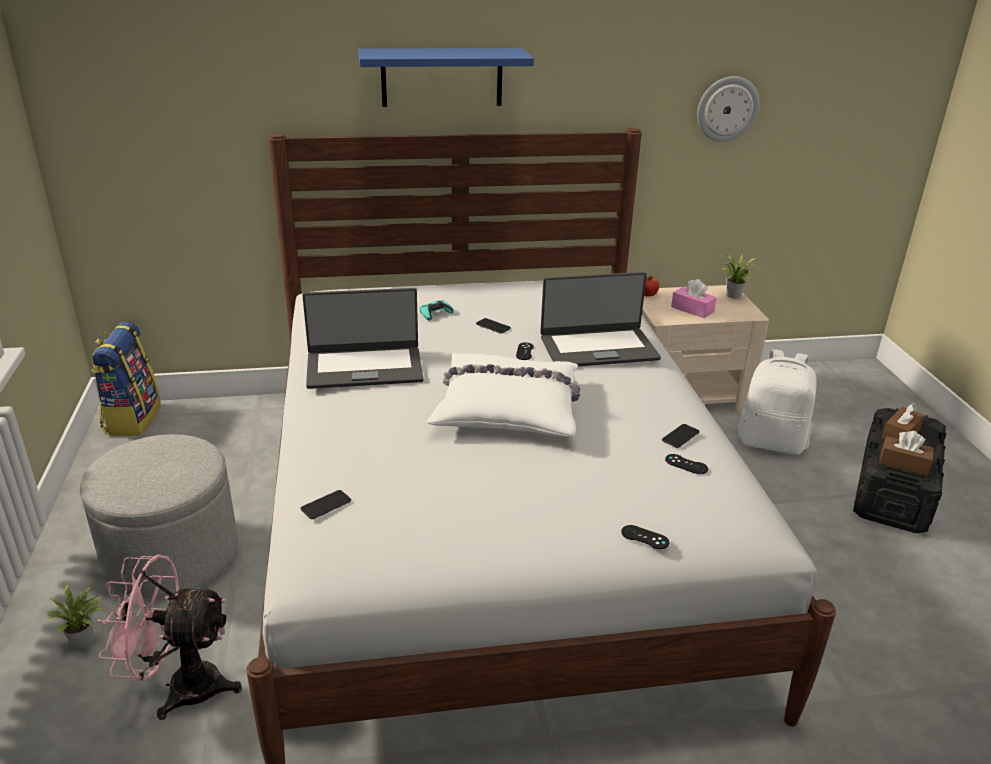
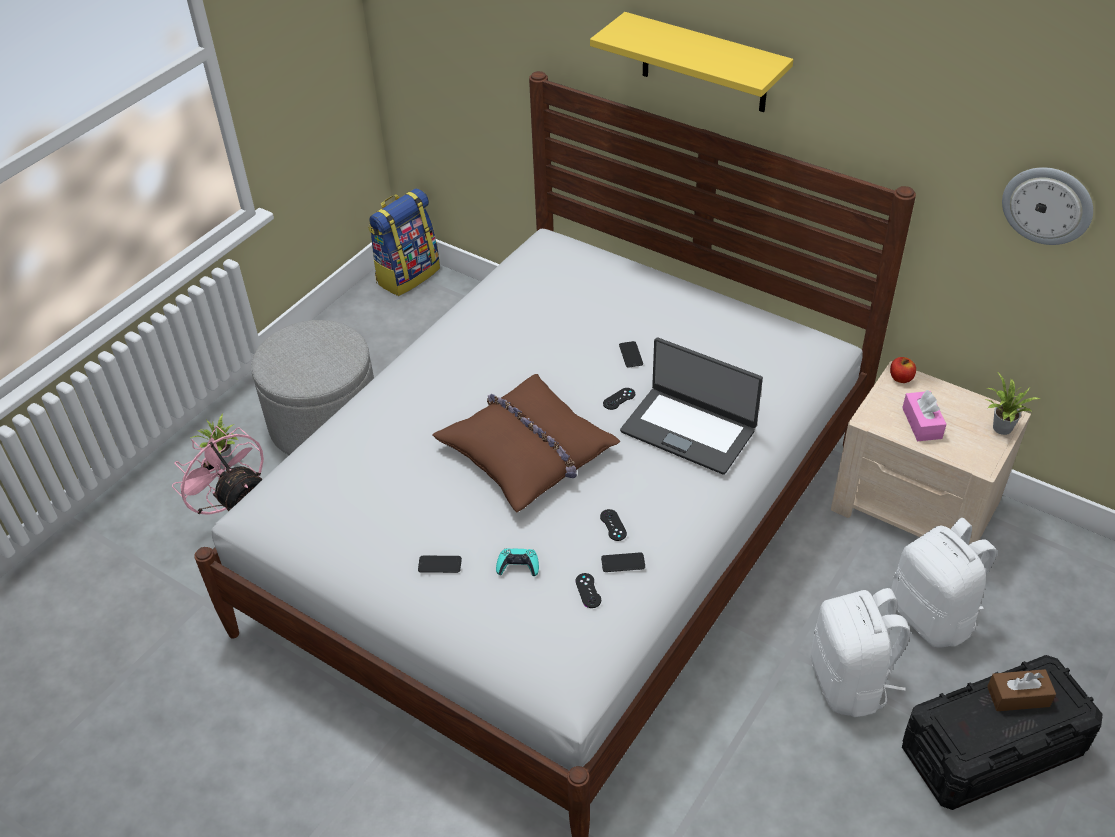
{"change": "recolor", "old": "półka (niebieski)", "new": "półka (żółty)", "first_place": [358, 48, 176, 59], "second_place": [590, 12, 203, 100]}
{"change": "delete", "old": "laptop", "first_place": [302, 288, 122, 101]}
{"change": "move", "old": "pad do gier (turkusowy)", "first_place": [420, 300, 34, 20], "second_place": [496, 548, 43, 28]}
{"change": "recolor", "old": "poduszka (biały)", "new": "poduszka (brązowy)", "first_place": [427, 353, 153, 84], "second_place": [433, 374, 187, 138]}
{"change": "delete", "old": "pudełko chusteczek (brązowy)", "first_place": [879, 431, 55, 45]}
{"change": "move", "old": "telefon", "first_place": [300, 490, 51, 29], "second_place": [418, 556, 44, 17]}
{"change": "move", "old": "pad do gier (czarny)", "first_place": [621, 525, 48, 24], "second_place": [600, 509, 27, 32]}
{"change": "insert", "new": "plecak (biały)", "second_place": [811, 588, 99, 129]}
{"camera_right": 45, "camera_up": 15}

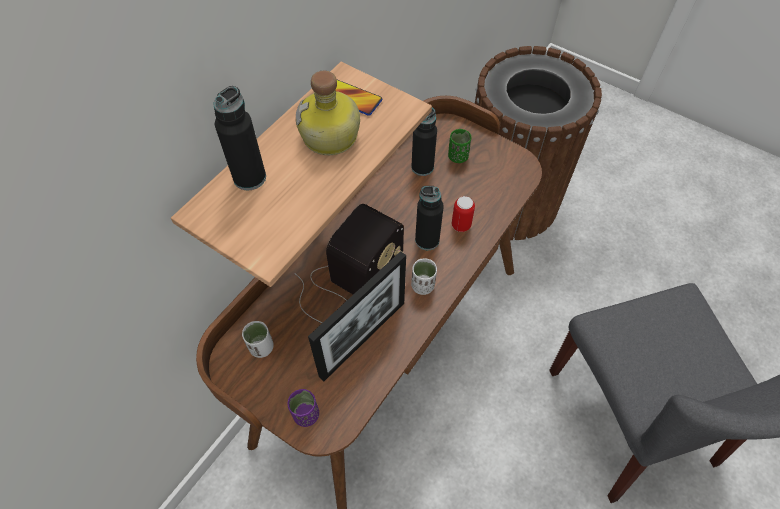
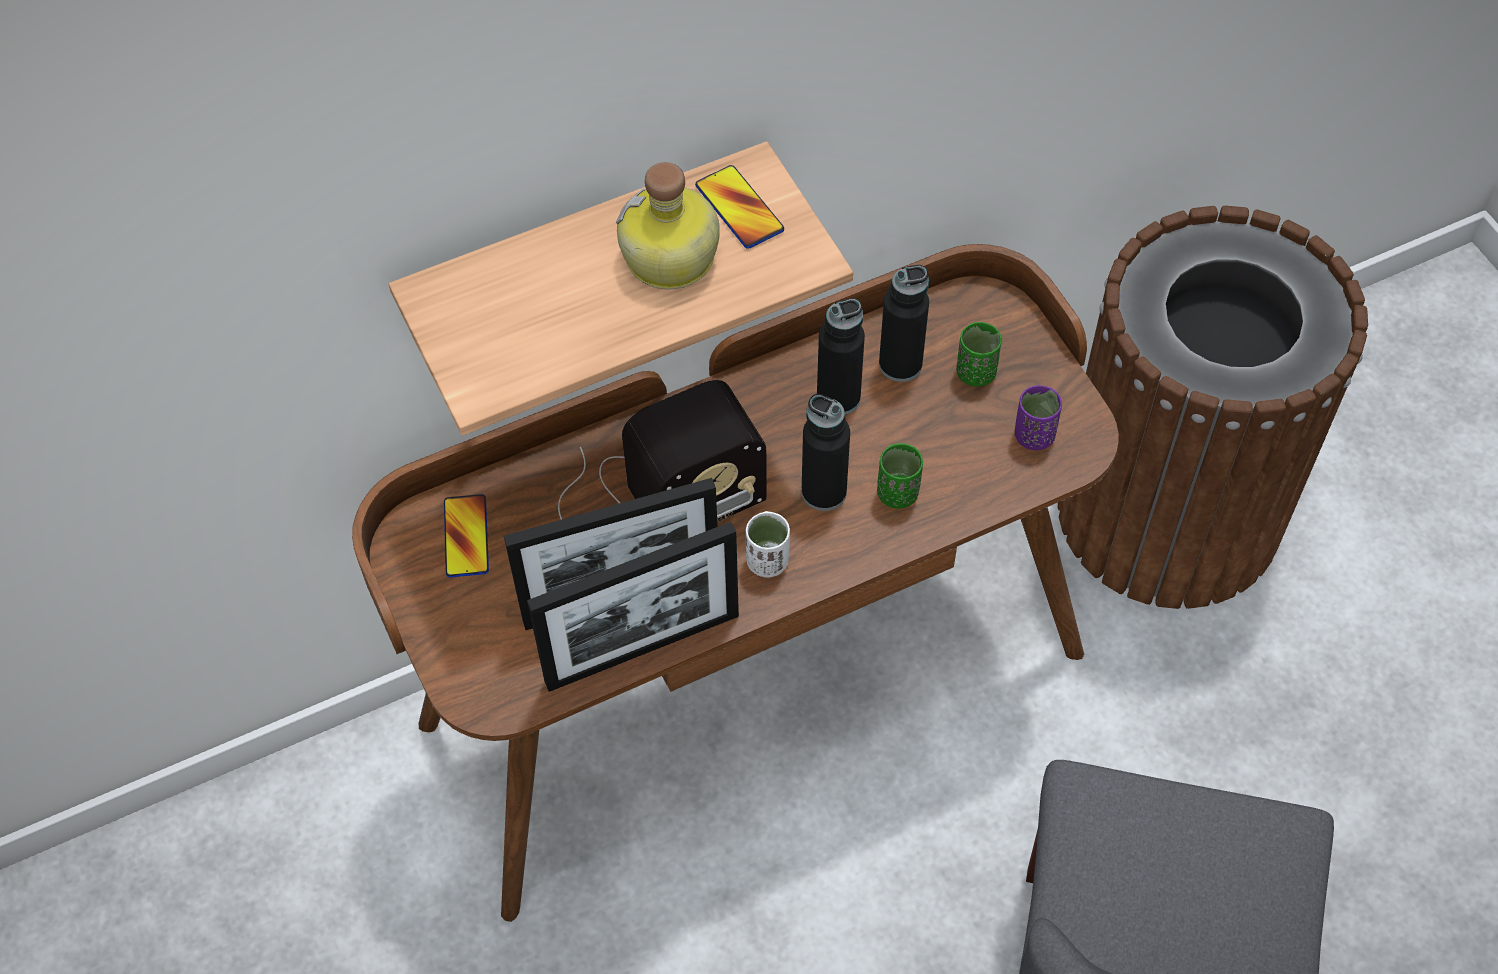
{"change": "move", "old": "butelka (czarny)", "first_place": [213, 86, 53, 104], "second_place": [817, 298, 48, 117]}
{"change": "replace", "old": "puszka", "new": "filiżanka (zielony)", "first_place": [452, 196, 23, 36], "second_place": [877, 443, 46, 66]}
{"change": "replace", "old": "filiżanka (biały)", "new": "telefon", "first_place": [242, 321, 32, 37], "second_place": [444, 494, 45, 83]}
{"change": "move", "old": "filiżanka (fioletowy)", "first_place": [288, 389, 31, 38], "second_place": [1015, 385, 47, 65]}
{"change": "insert", "new": "ramka na zdjęcie", "second_place": [527, 522, 212, 170]}
{"camera_right": 30, "camera_up": 0}

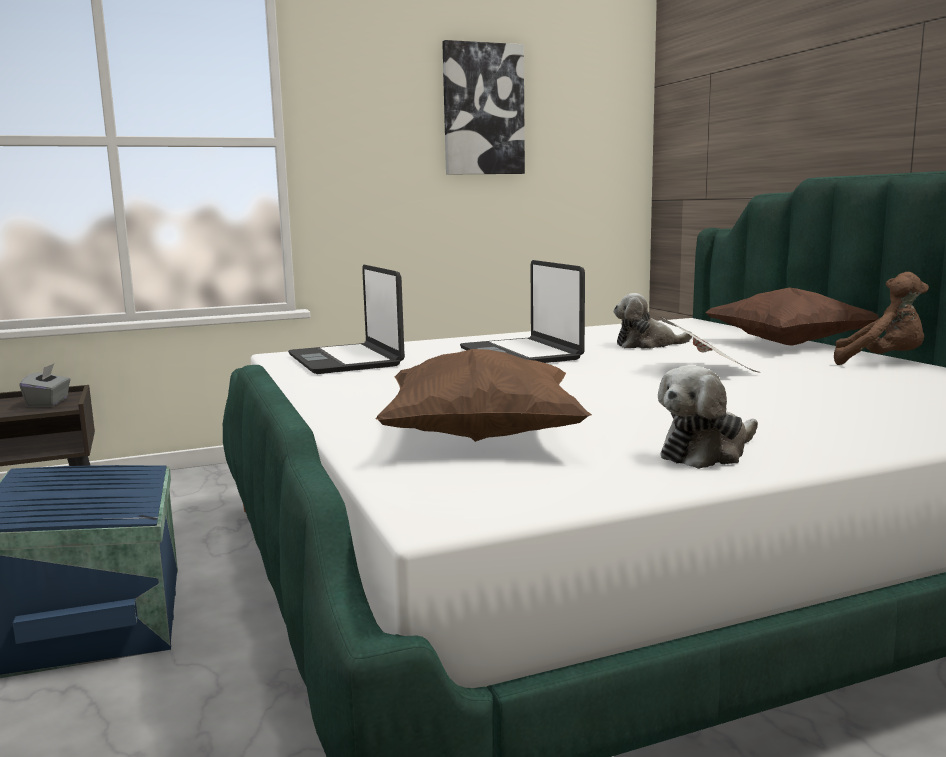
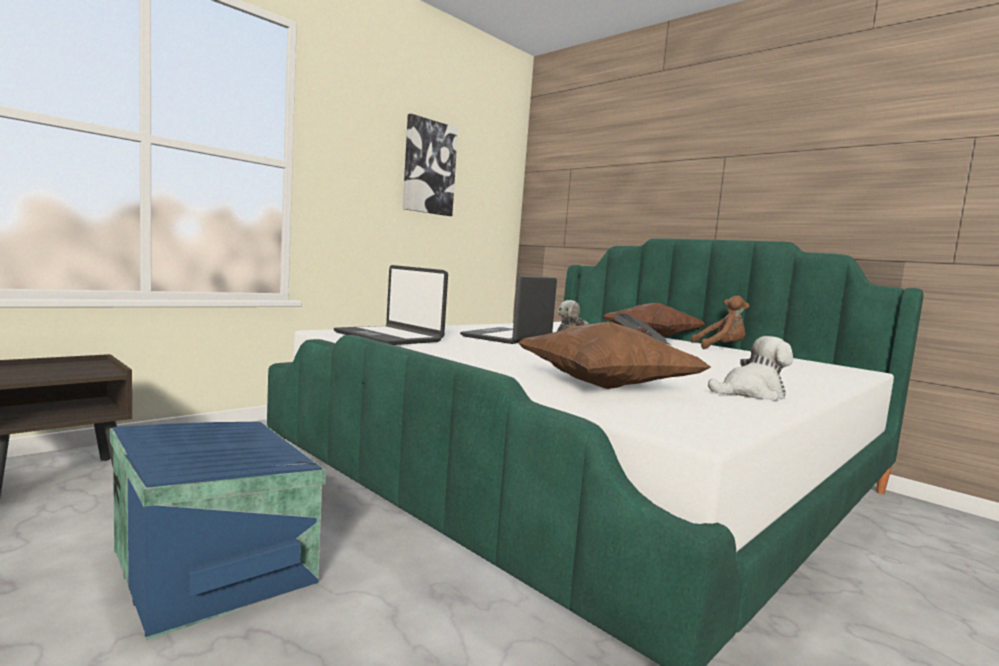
{"change": "rotate", "old": "laptop", "first_place": [460, 260, 125, 103], "second_place": [460, 275, 97, 69], "degrees": 75}
{"change": "delete", "old": "pudełko chusteczek (szary)", "first_place": [20, 364, 51, 44]}
{"change": "rotate", "old": "pluszak", "first_place": [658, 365, 100, 104], "second_place": [708, 336, 85, 65], "degrees": -135}
{"camera_right": -25, "camera_up": -5}

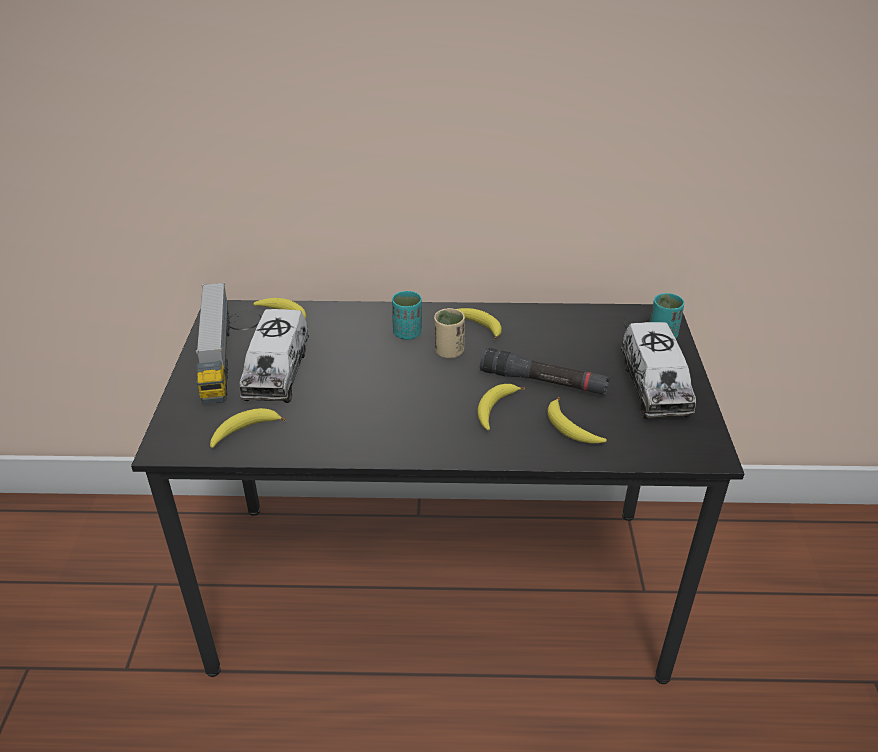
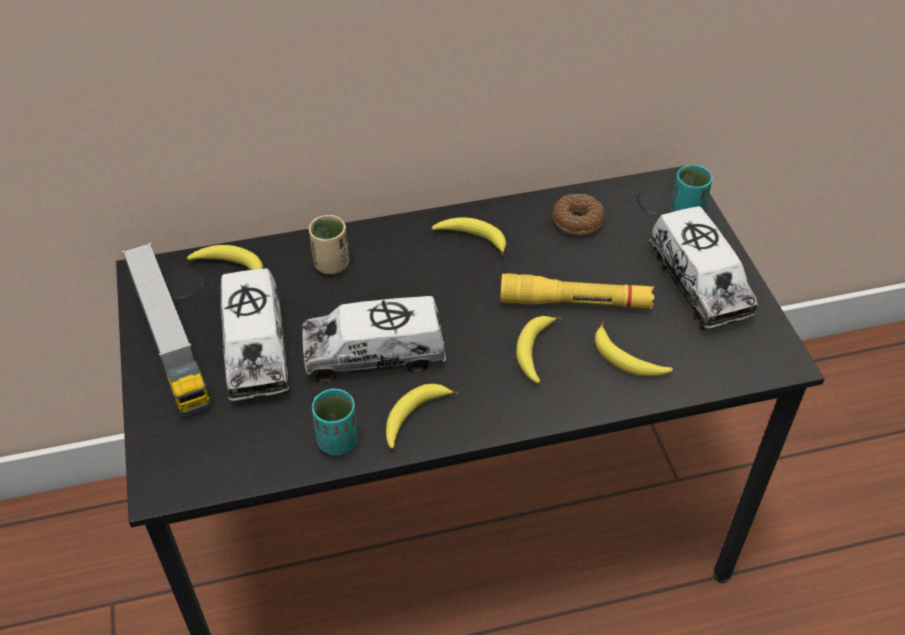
{"change": "move", "old": "filiżanka (turkusowy)", "first_place": [392, 291, 30, 49], "second_place": [312, 389, 46, 66]}
{"change": "move", "old": "filiżanka (beżowy)", "first_place": [434, 308, 31, 51], "second_place": [309, 215, 40, 59]}
{"change": "recolor", "old": "latarka (czarny)", "new": "latarka (żółty)", "first_place": [480, 348, 130, 47], "second_place": [500, 273, 154, 35]}
{"change": "move", "old": "banan", "first_place": [210, 408, 76, 40], "second_place": [386, 384, 71, 65]}
{"change": "insert", "new": "donut", "second_place": [551, 194, 55, 41]}
{"change": "insert", "new": "ciężarówka zabawkowa", "second_place": [302, 296, 144, 87]}
{"camera_right": -15, "camera_up": 10}

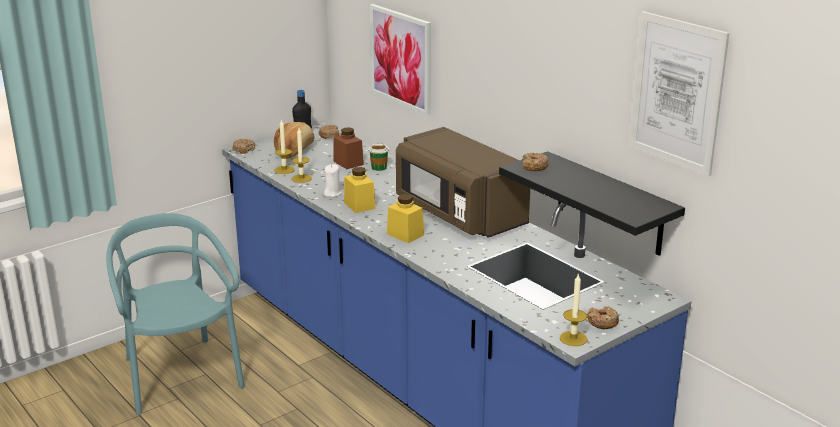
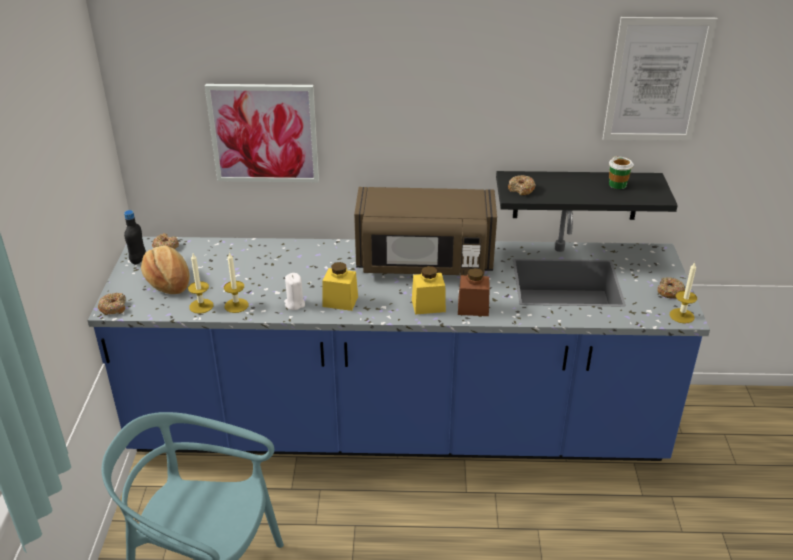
{"change": "move", "old": "słoik (brązowy)", "first_place": [333, 127, 31, 42], "second_place": [458, 268, 32, 48]}
{"change": "move", "old": "filiżanka", "first_place": [368, 143, 21, 28], "second_place": [609, 156, 25, 33]}
{"camera_right": -50, "camera_up": 10}

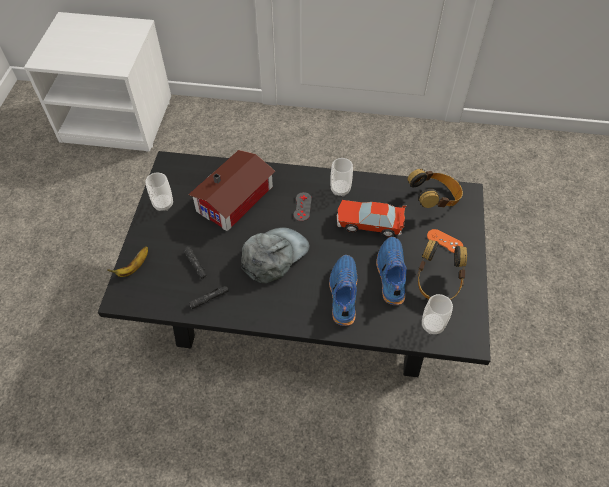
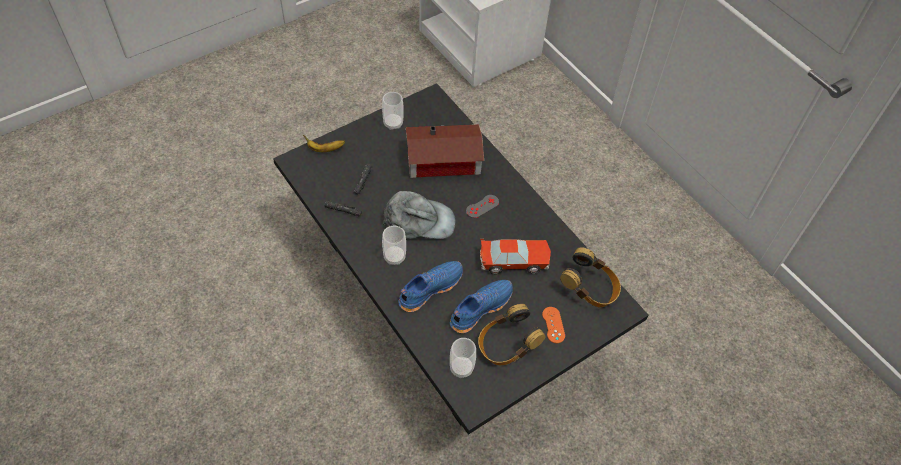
{"change": "move", "old": "filiżanka", "first_place": [330, 158, 23, 38], "second_place": [382, 225, 24, 40]}
{"change": "rotate", "old": "samochodzik", "first_place": [337, 200, 69, 38], "second_place": [480, 238, 71, 36], "degrees": 120}
{"camera_right": 45, "camera_up": 0}

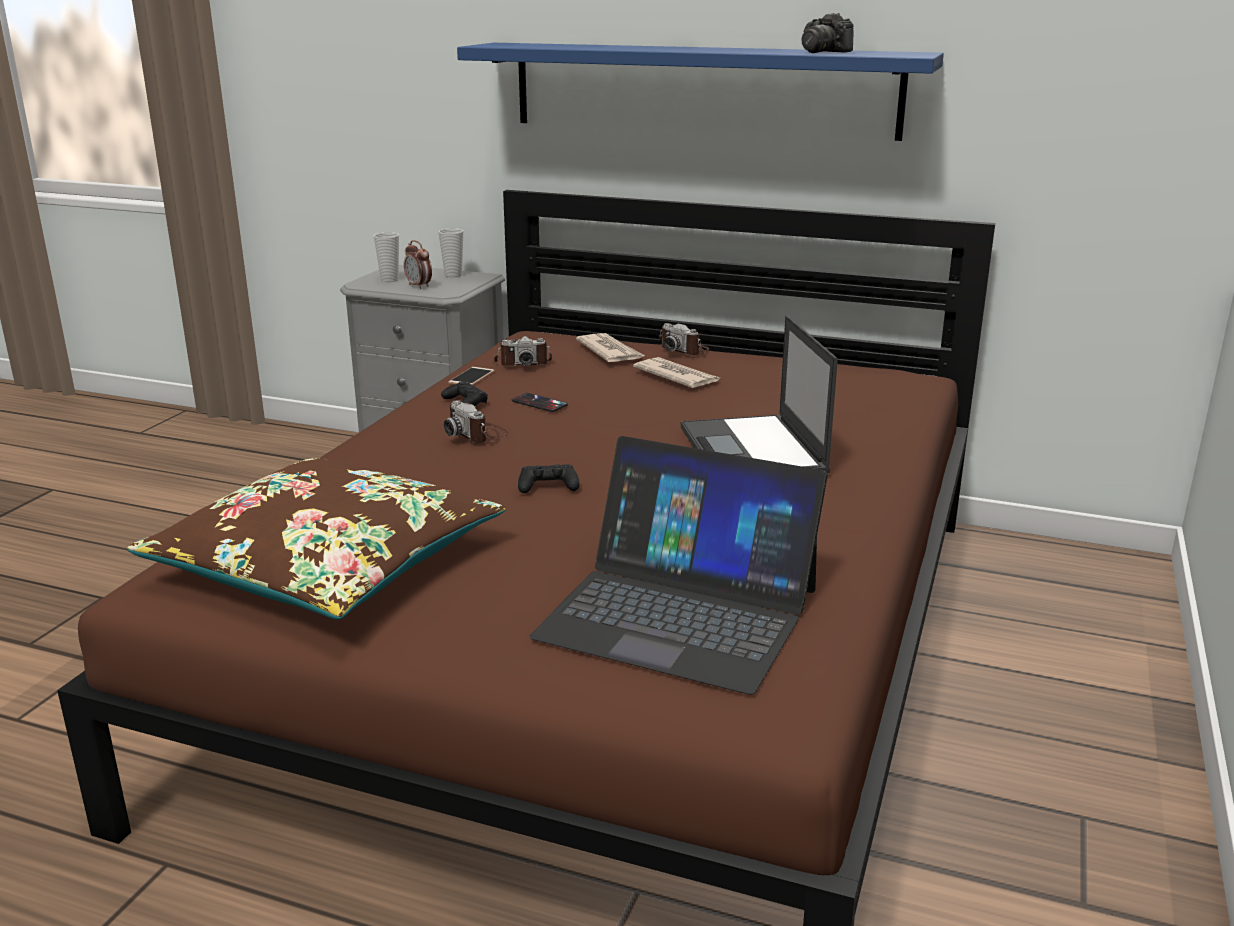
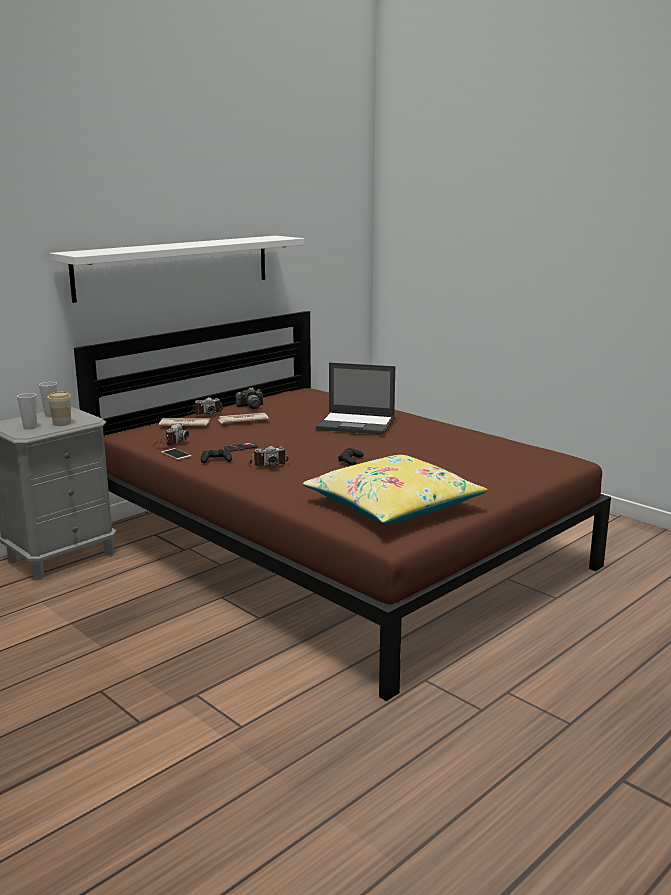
{"change": "move", "old": "aparat fotograficzny", "first_place": [802, 13, 52, 40], "second_place": [235, 387, 28, 22]}
{"change": "recolor", "old": "półka (niebieski)", "new": "półka (biały)", "first_place": [457, 43, 487, 98], "second_place": [50, 236, 254, 67]}
{"change": "replace", "old": "budzik", "new": "filiżanka", "first_place": [404, 240, 28, 49], "second_place": [47, 392, 25, 34]}
{"change": "delete", "old": "laptop", "first_place": [529, 436, 299, 259]}
{"change": "recolor", "old": "poduszka (brązowy)", "new": "poduszka (żółty)", "first_place": [127, 458, 379, 162], "second_place": [303, 455, 185, 69]}
{"camera_right": -65, "camera_up": -5}

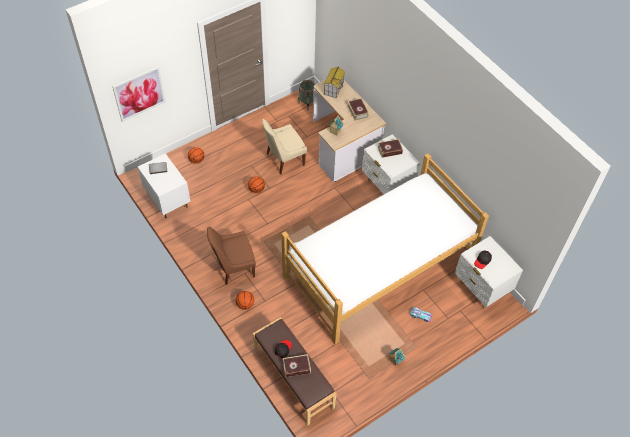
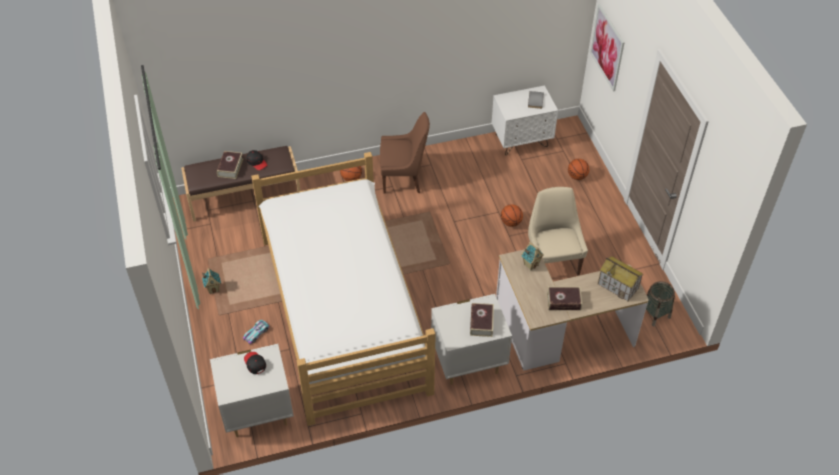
{"change": "rotate", "old": "krzesło (brązowy)", "first_place": [207, 227, 49, 58], "second_place": [380, 112, 50, 82], "degrees": 90}
{"camera_right": 110, "camera_up": -5}

